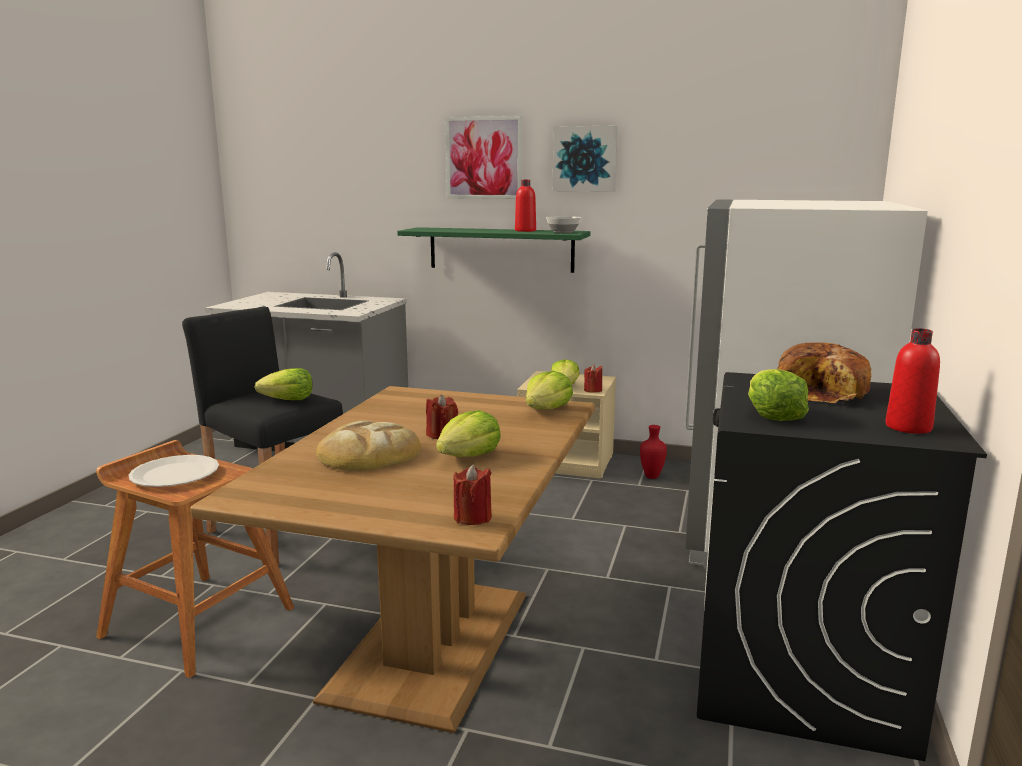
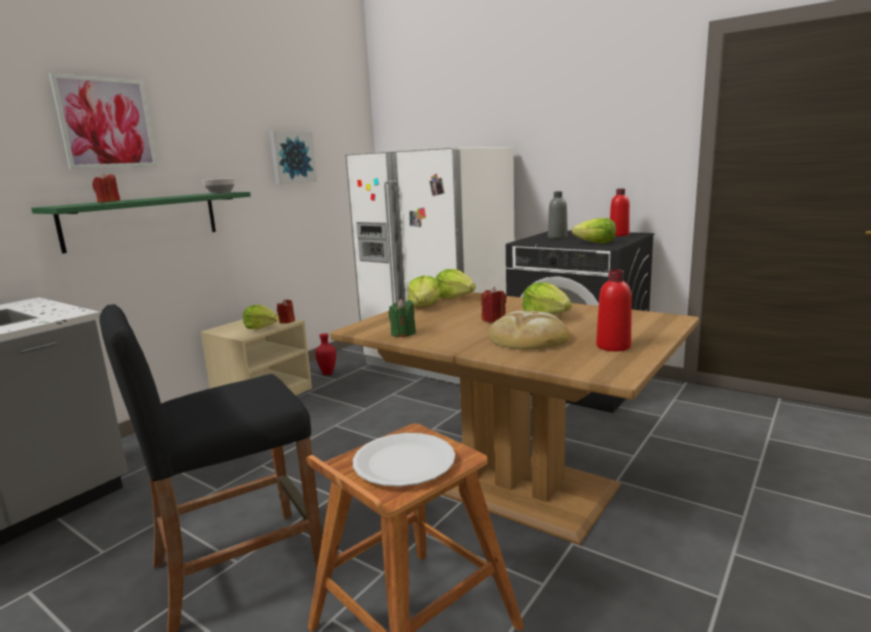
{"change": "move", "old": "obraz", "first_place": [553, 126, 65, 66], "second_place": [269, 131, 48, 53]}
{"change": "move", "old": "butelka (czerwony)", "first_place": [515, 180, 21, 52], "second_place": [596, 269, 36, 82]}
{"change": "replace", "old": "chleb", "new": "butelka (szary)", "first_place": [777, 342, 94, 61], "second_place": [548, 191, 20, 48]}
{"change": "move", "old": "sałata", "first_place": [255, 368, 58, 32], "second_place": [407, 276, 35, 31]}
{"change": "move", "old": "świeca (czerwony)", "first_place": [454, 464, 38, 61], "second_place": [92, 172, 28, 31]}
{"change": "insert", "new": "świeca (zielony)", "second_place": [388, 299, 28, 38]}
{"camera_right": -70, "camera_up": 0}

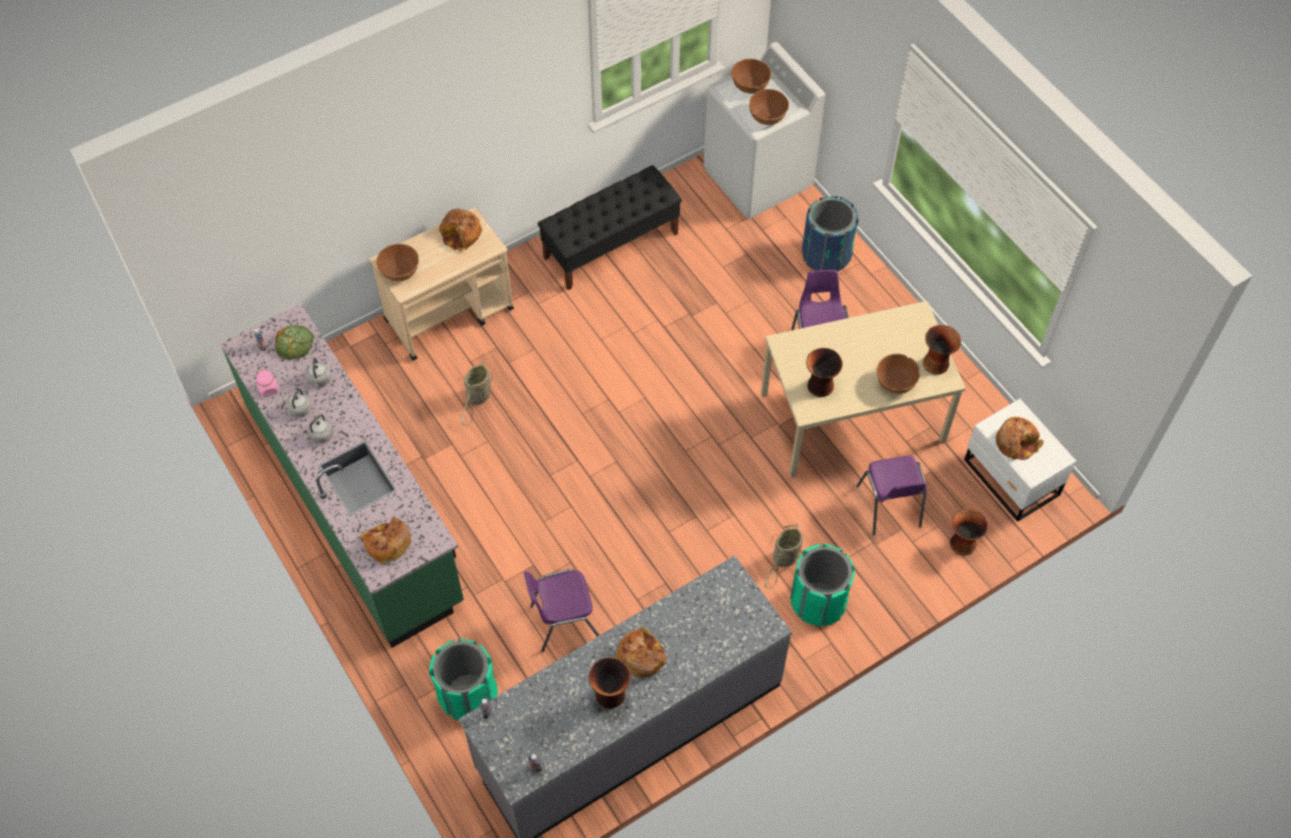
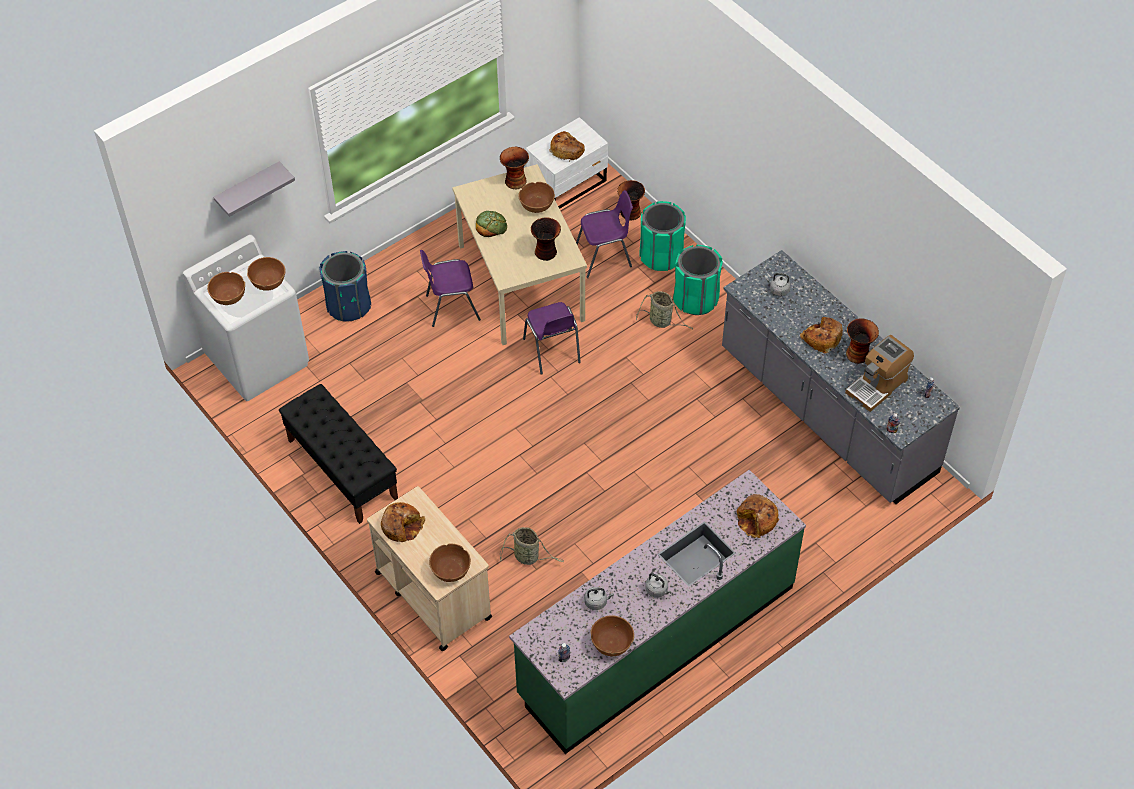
{"change": "move", "old": "chleb", "first_place": [275, 325, 39, 35], "second_place": [476, 211, 31, 26]}
{"change": "replace", "old": "słoik (różowy)", "new": "miska (brązowy)", "first_place": [256, 369, 23, 28], "second_place": [590, 615, 44, 41]}
{"change": "move", "old": "czajnik (szary)", "first_place": [286, 386, 25, 32], "second_place": [765, 273, 26, 23]}
{"change": "move", "old": "krzesło (fioletowy)", "first_place": [524, 569, 76, 83], "second_place": [523, 302, 58, 73]}
{"change": "move", "old": "kosz na śmieci (zielony)", "first_place": [429, 639, 69, 81], "second_place": [639, 201, 47, 70]}
{"change": "insert", "new": "półka (szary)", "second_place": [213, 162, 82, 55]}
{"change": "insert", "new": "ekspres do kawy", "second_place": [845, 335, 69, 77]}
{"camera_right": -95, "camera_up": -5}

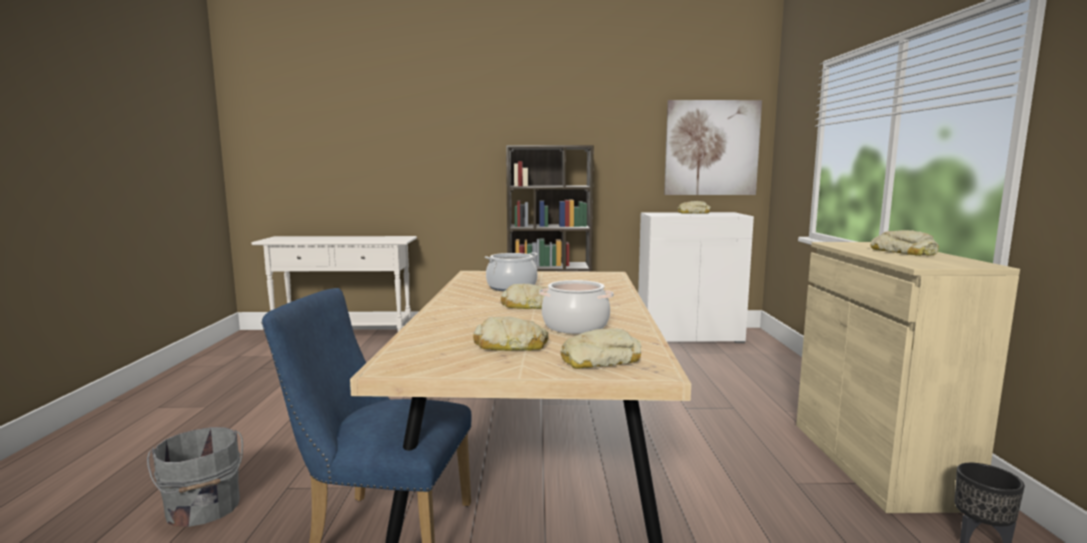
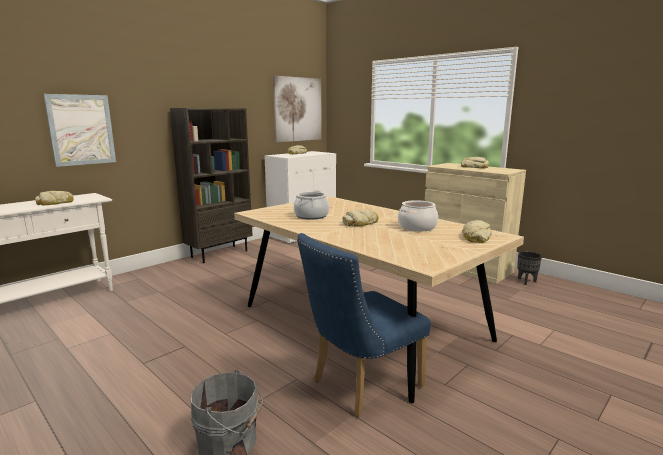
{"change": "move", "old": "chleb", "first_place": [473, 317, 75, 34], "second_place": [35, 191, 38, 15]}
{"change": "insert", "new": "obraz", "second_place": [43, 94, 73, 73]}
{"camera_right": -45, "camera_up": 5}

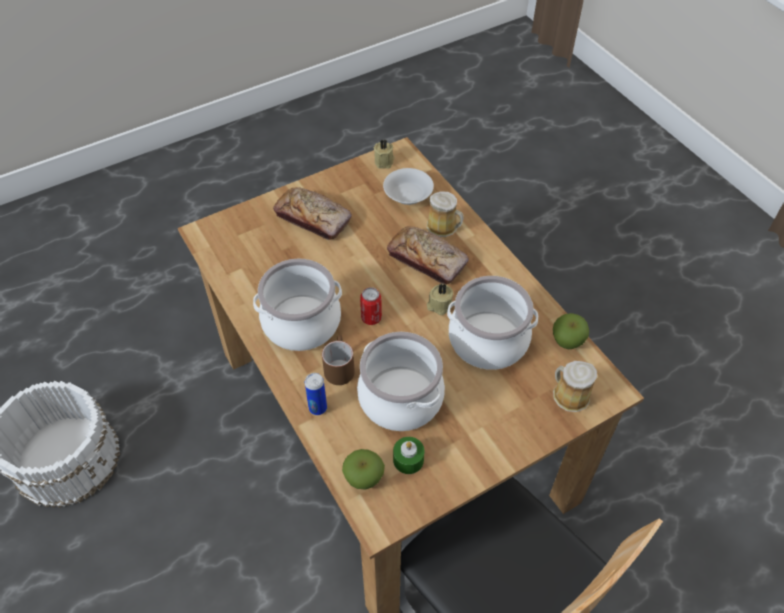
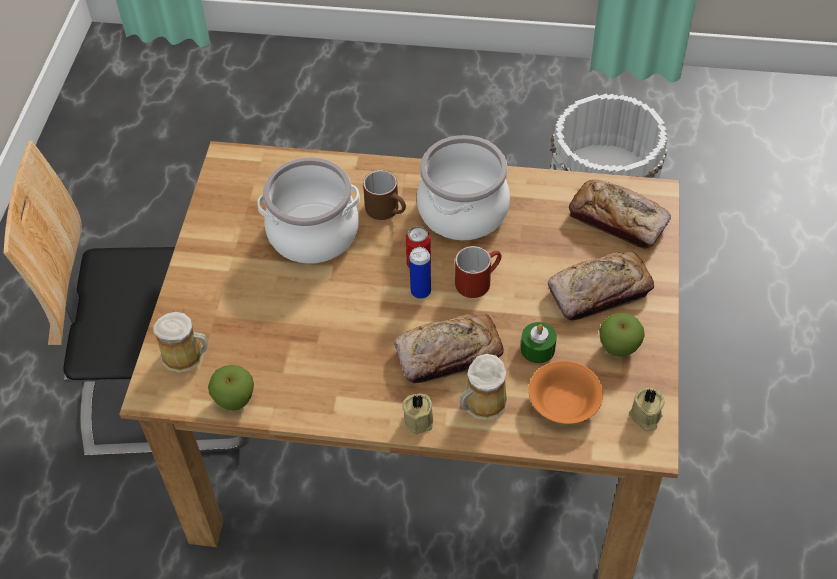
{"change": "recolor", "old": "miska (biały)", "new": "miska (pomarańczowy)", "first_place": [383, 168, 51, 37], "second_place": [528, 361, 75, 63]}
{"change": "delete", "old": "garnek", "first_place": [447, 276, 91, 94]}
{"change": "move", "old": "świeca (beżowy)", "first_place": [427, 283, 26, 32], "second_place": [402, 393, 31, 41]}
{"change": "move", "old": "puszka", "first_place": [305, 373, 22, 42], "second_place": [409, 247, 22, 52]}
{"change": "move", "old": "świeca (zielony)", "first_place": [393, 437, 31, 37], "second_place": [521, 322, 36, 41]}
{"change": "move", "old": "jabłko", "first_place": [342, 449, 43, 41], "second_place": [599, 313, 46, 44]}
{"change": "insert", "new": "chleb", "second_place": [569, 180, 102, 69]}
{"change": "insert", "new": "kubek (czerwony)", "second_place": [455, 246, 47, 52]}
{"camera_right": 130, "camera_up": 0}

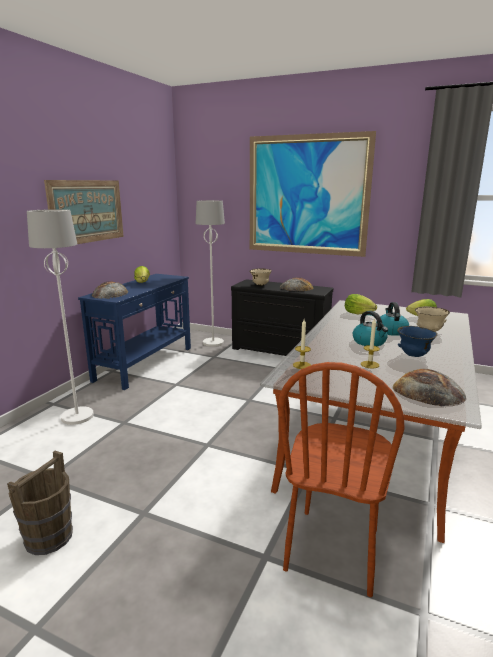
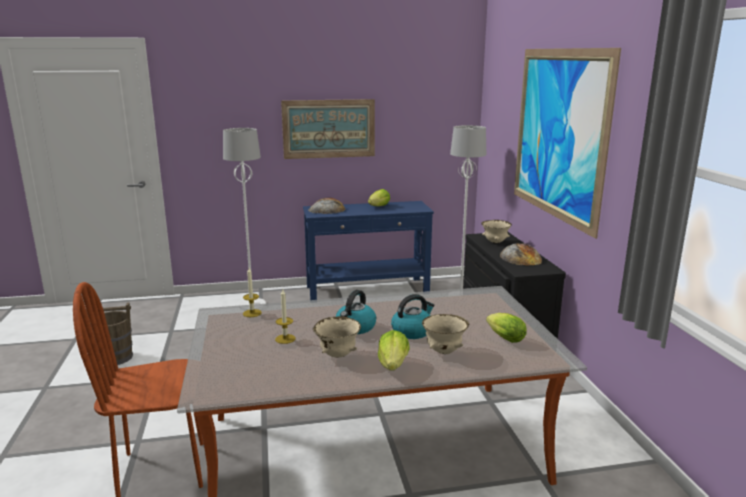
{"change": "move", "old": "sałata", "first_place": [345, 294, 32, 20], "second_place": [378, 330, 32, 41]}
{"change": "recolor", "old": "miska (niebieski)", "new": "miska (beżowy)", "first_place": [397, 326, 40, 31], "second_place": [313, 316, 48, 42]}
{"change": "delete", "old": "chleb", "first_place": [392, 369, 74, 37]}
{"camera_right": 55, "camera_up": 0}

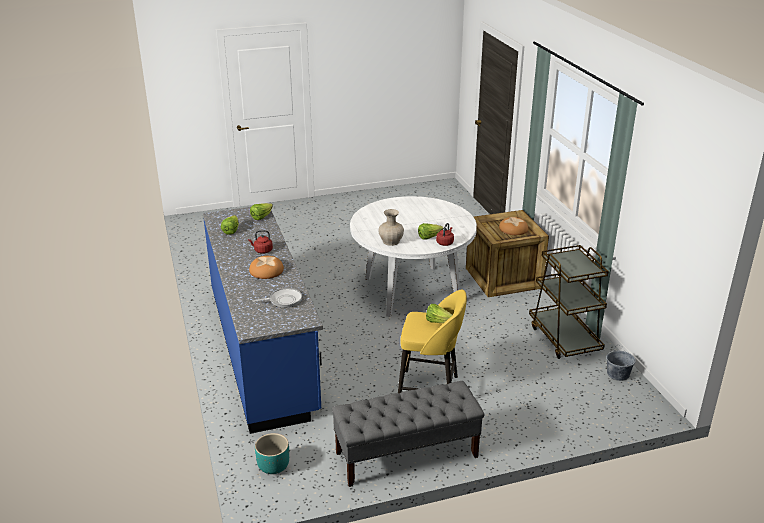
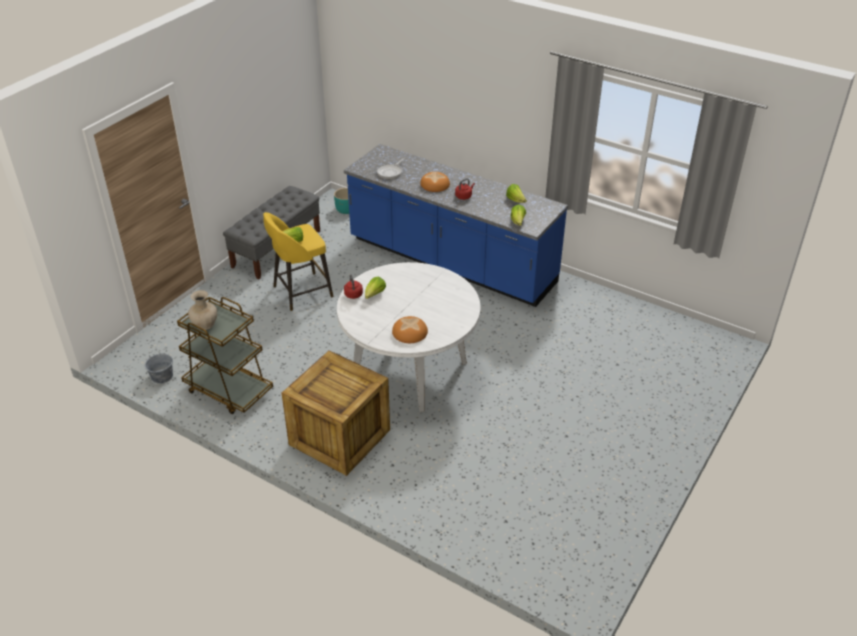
{"change": "move", "old": "wazon (beżowy)", "first_place": [378, 209, 26, 37], "second_place": [188, 290, 29, 40]}
{"change": "move", "old": "chleb", "first_place": [499, 217, 29, 18], "second_place": [392, 316, 36, 27]}
{"camera_right": 140, "camera_up": 10}

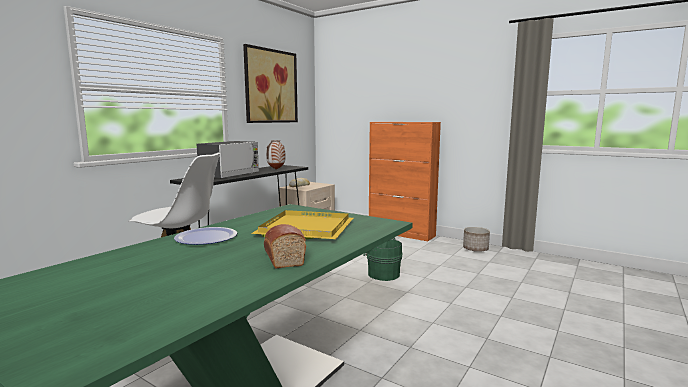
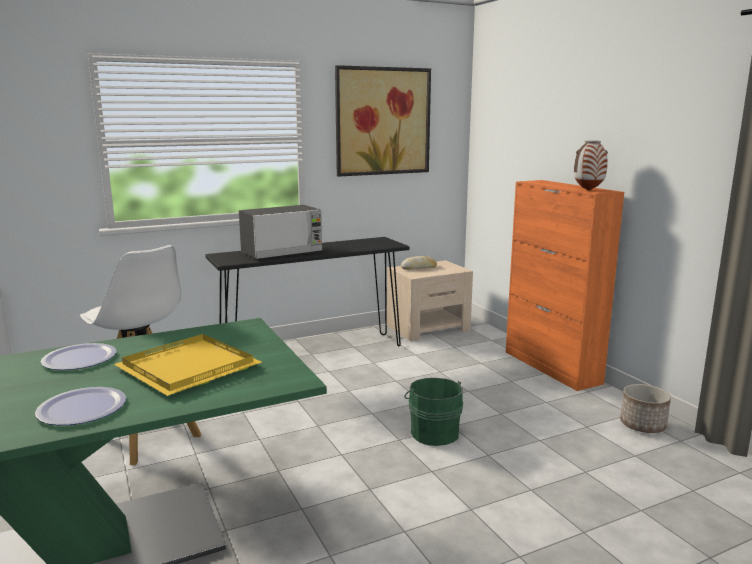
{"change": "move", "old": "wazon", "first_place": [266, 140, 20, 30], "second_place": [574, 141, 34, 50]}
{"change": "replace", "old": "chleb", "new": "talerz", "first_place": [264, 224, 42, 44], "second_place": [35, 387, 91, 38]}
{"camera_right": 30, "camera_up": 5}

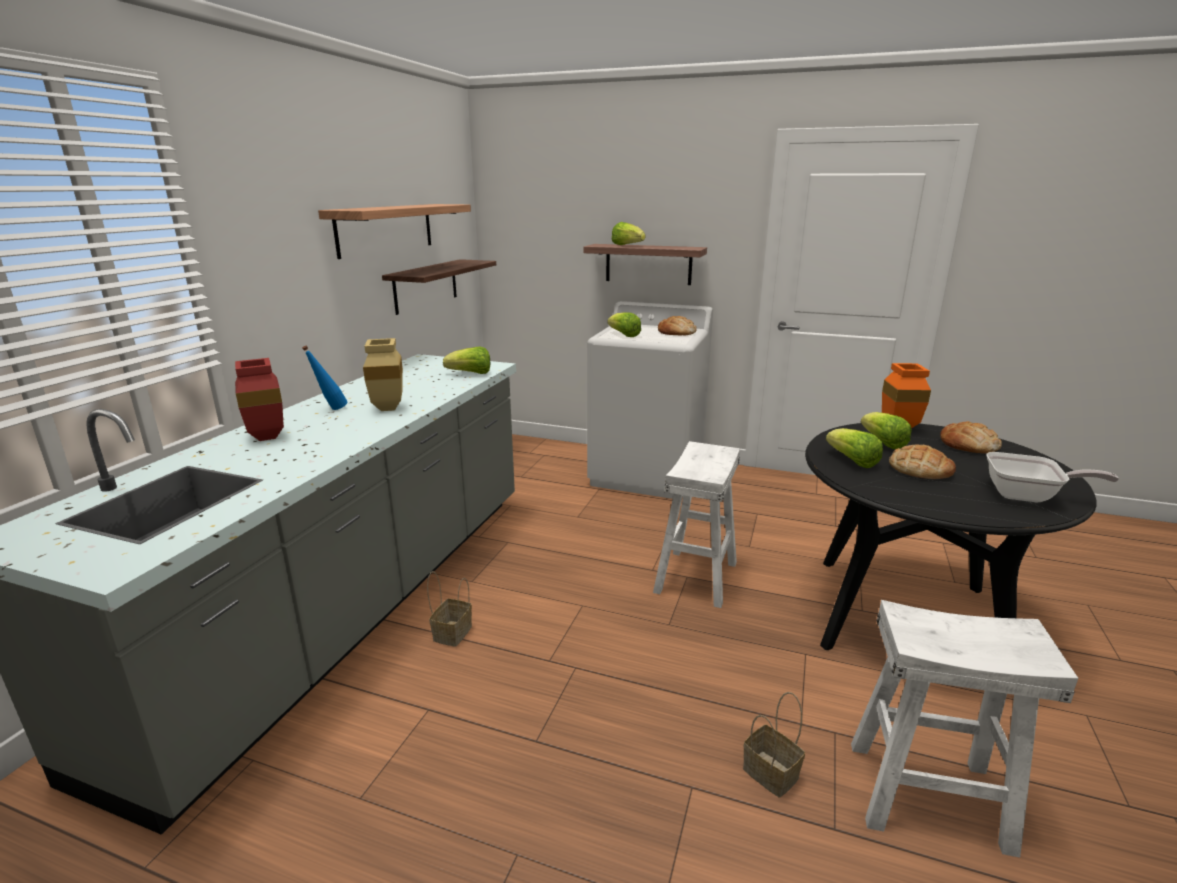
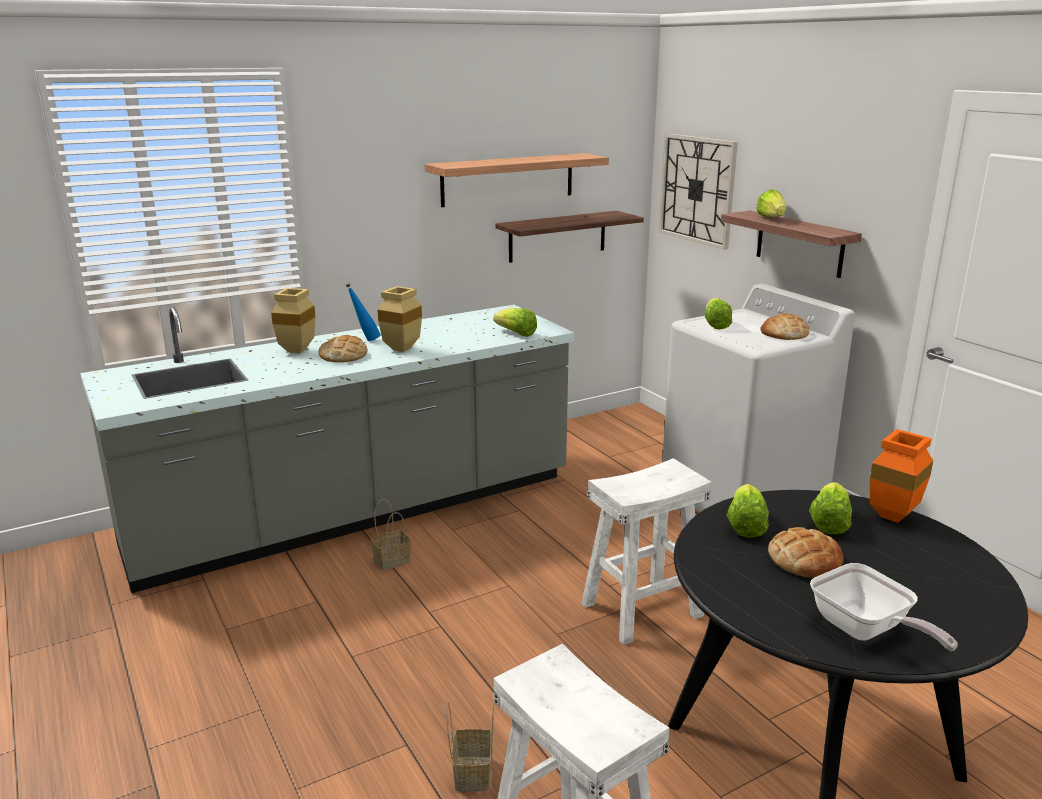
{"change": "recolor", "old": "wazon (czerwony)", "new": "wazon (beżowy)", "first_place": [235, 358, 49, 83], "second_place": [271, 288, 45, 66]}
{"change": "move", "old": "chleb", "first_place": [940, 421, 62, 33], "second_place": [318, 335, 49, 27]}
{"change": "insert", "new": "zegar ścienny", "second_place": [659, 134, 79, 116]}
{"camera_right": 40, "camera_up": 0}

